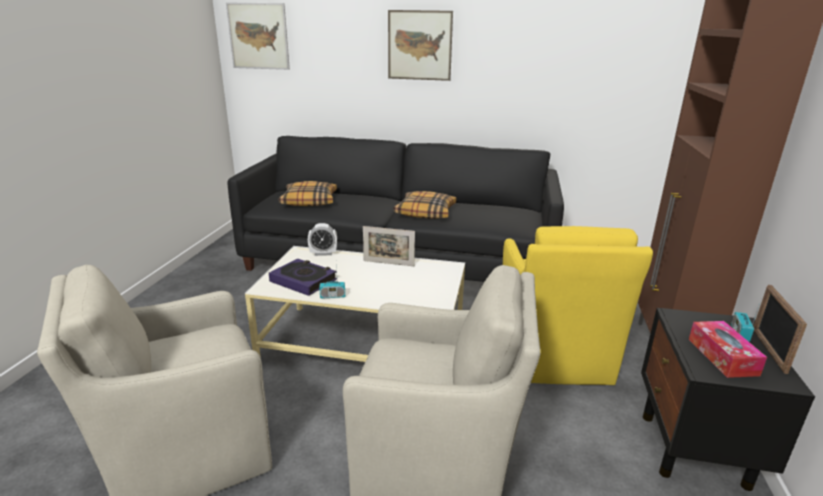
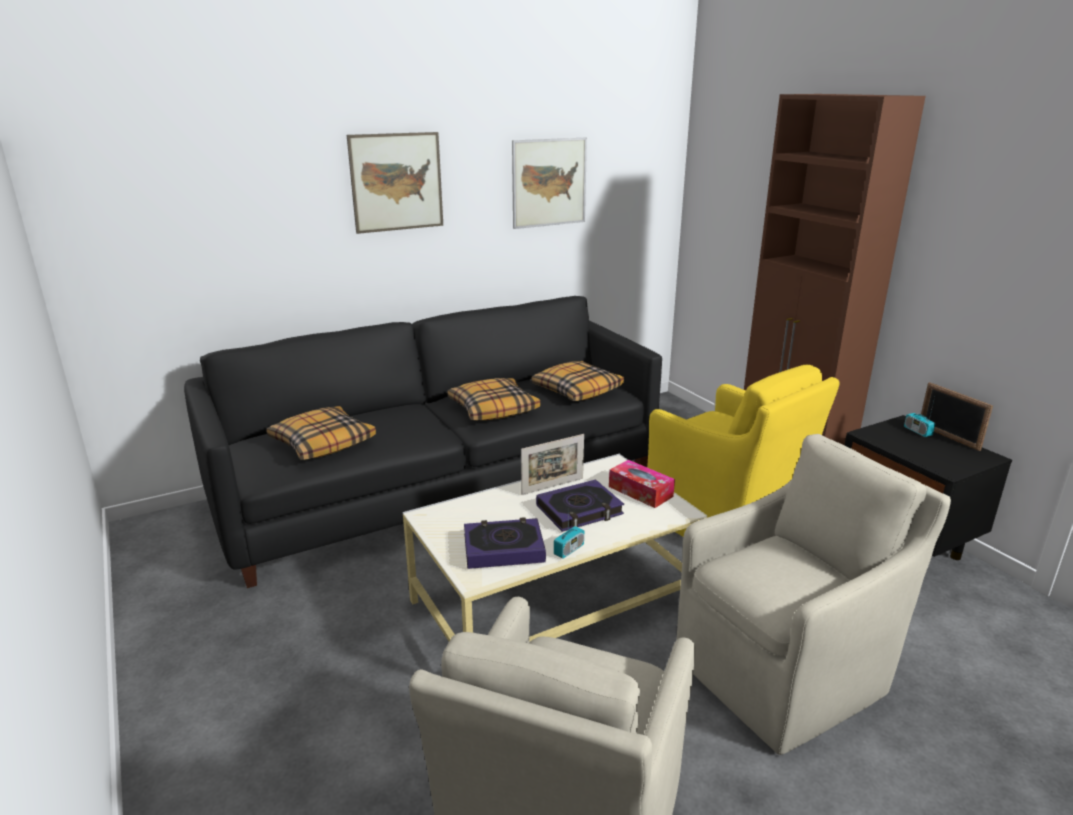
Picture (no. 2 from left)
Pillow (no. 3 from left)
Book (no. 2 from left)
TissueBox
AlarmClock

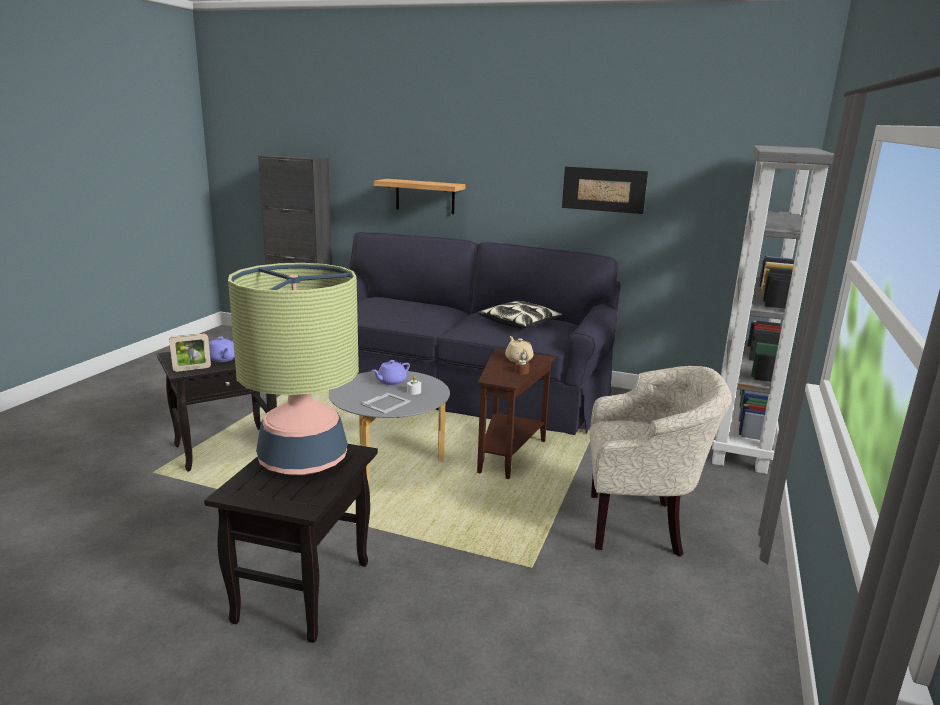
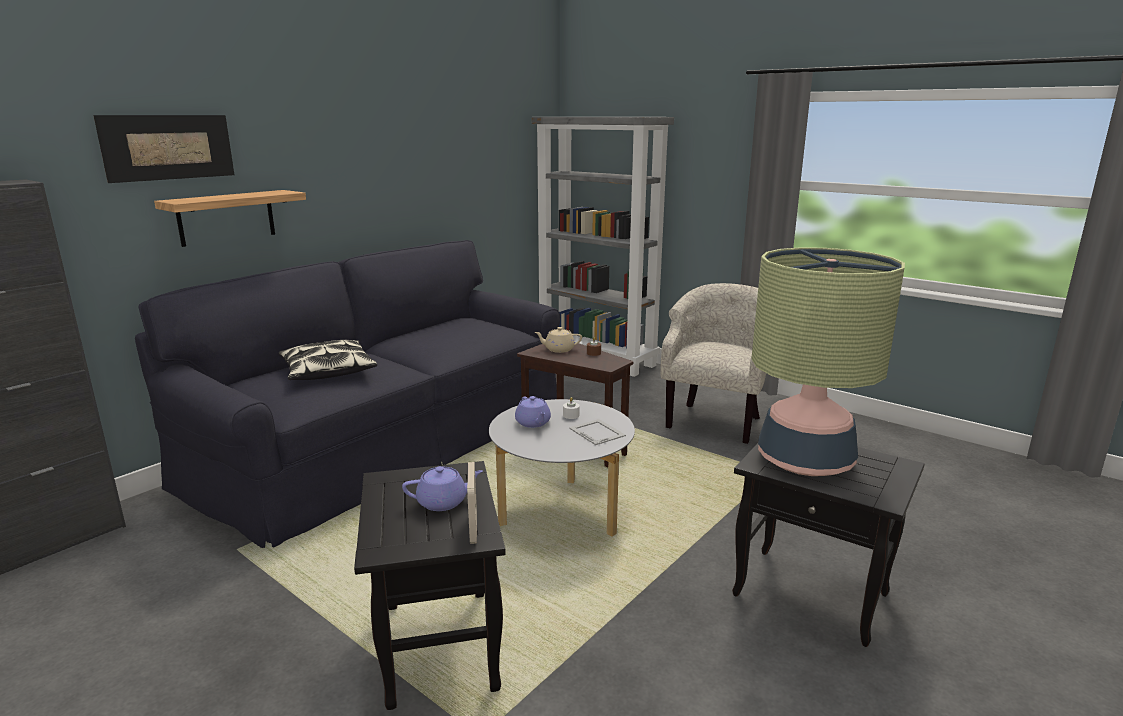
Picture
Pillow

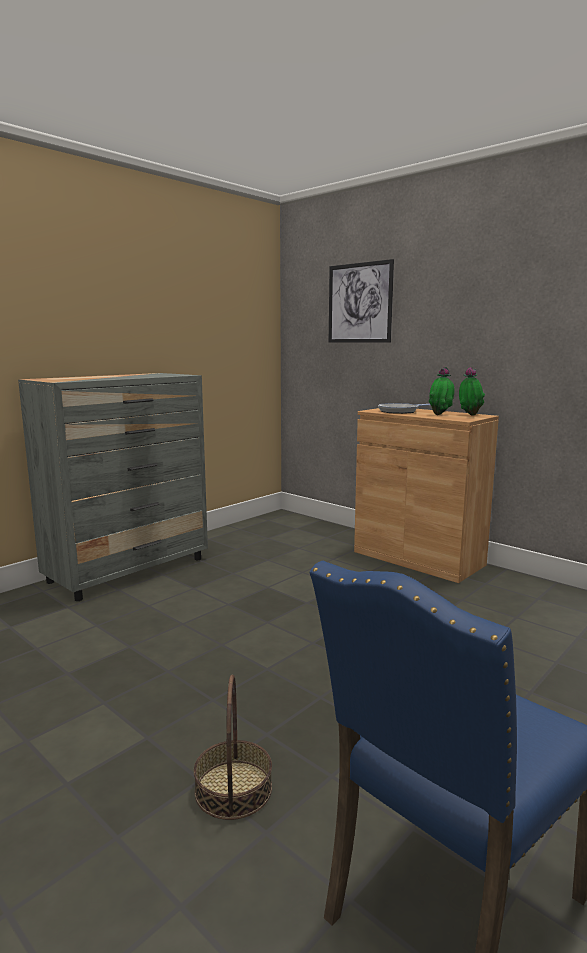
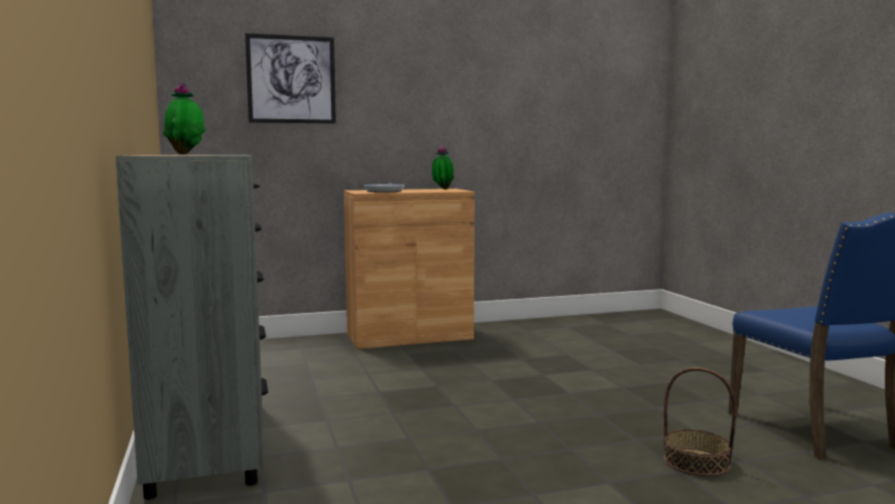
PottedPlant (no. 1 from left)

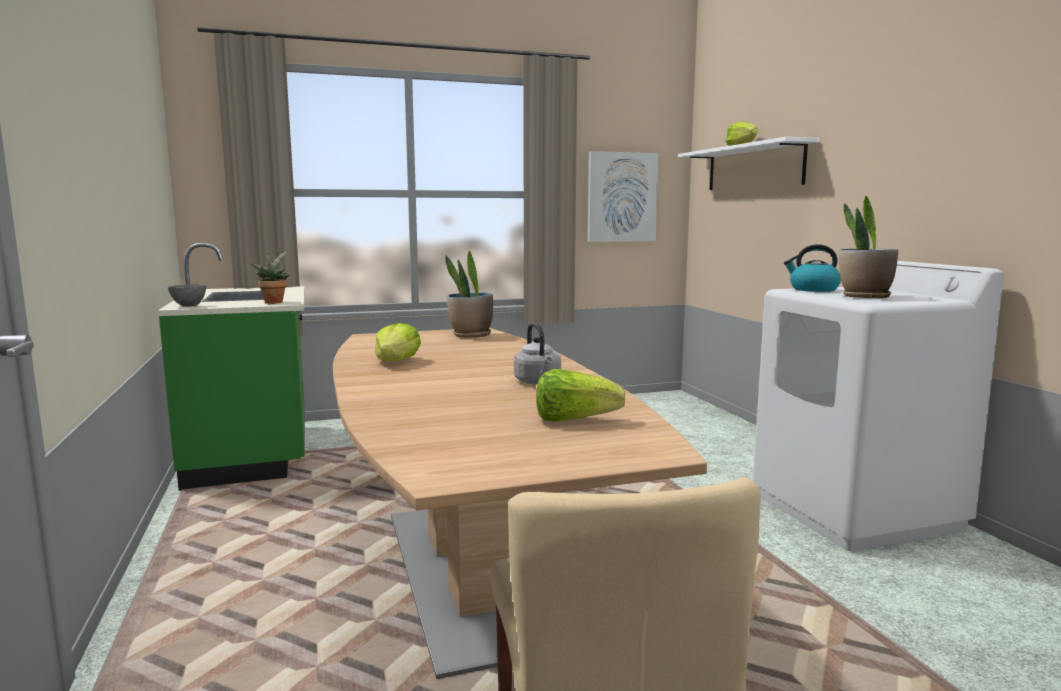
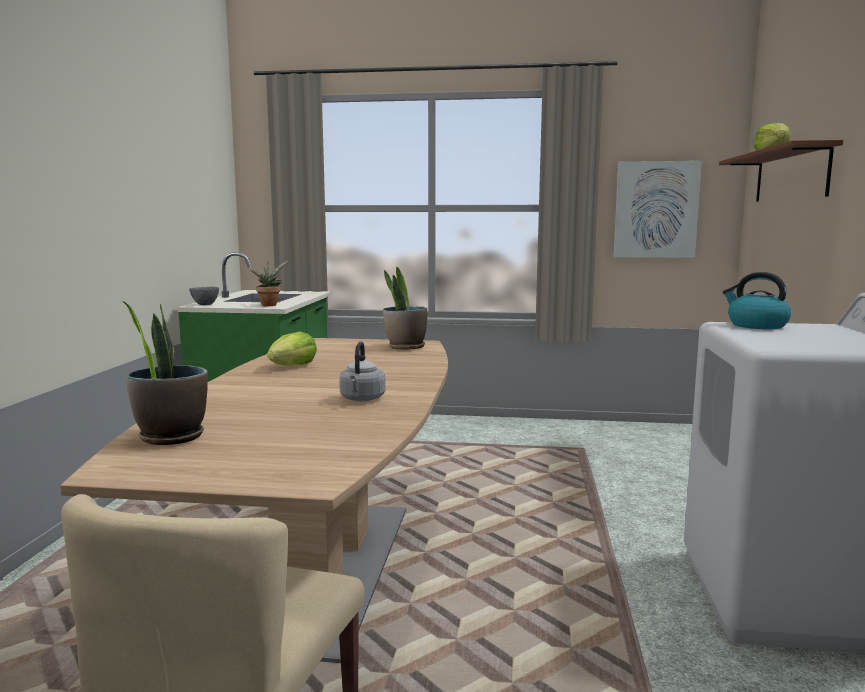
PottedPlant (no. 1 from left)
BrownShelf
Lettuce (no. 2 from left in the first image)

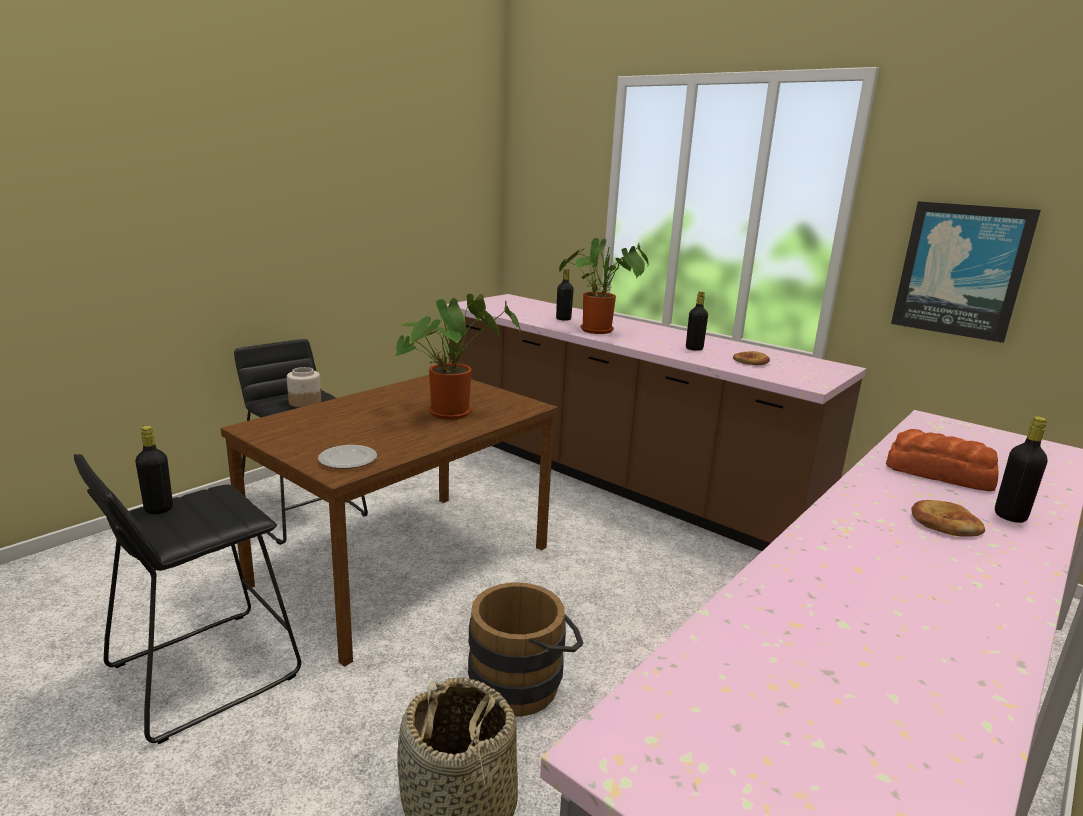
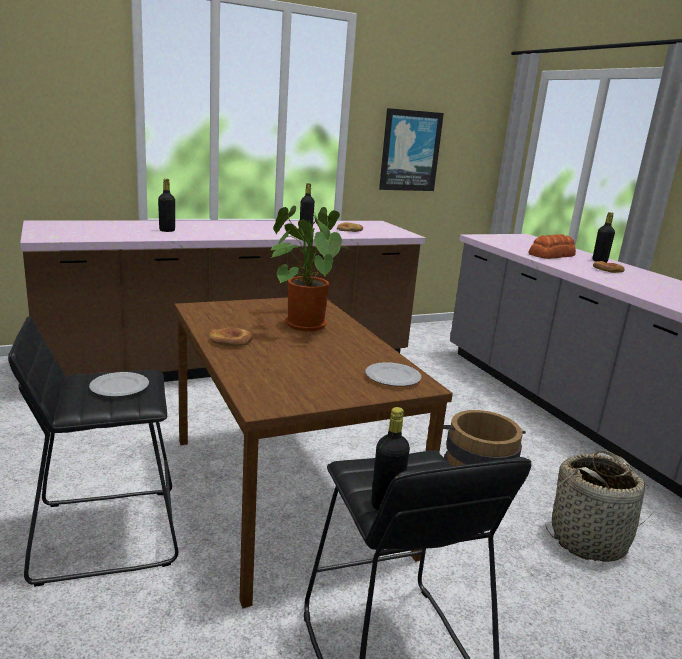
Plate (no. 1 from left)
Bread (no. 1 from left)
PottedPlant (no. 2 from left in the first image)

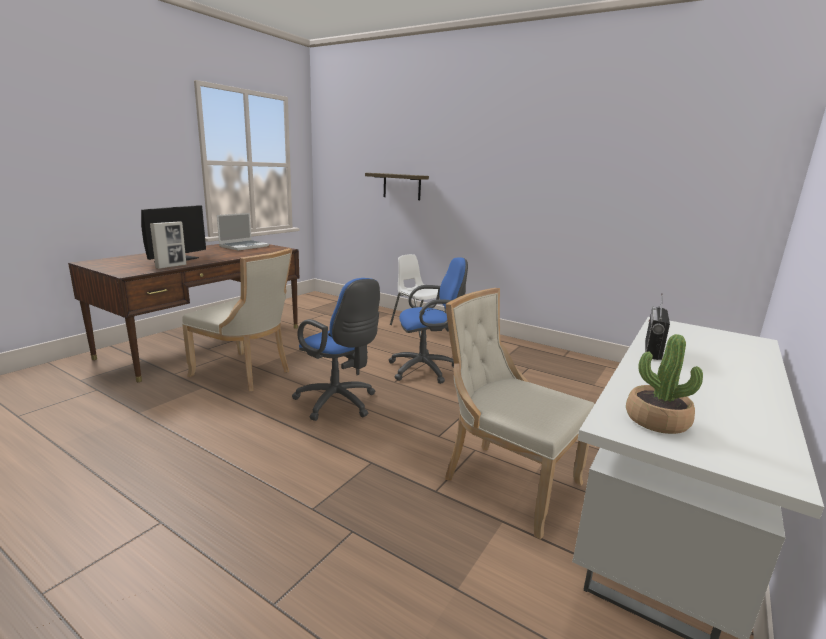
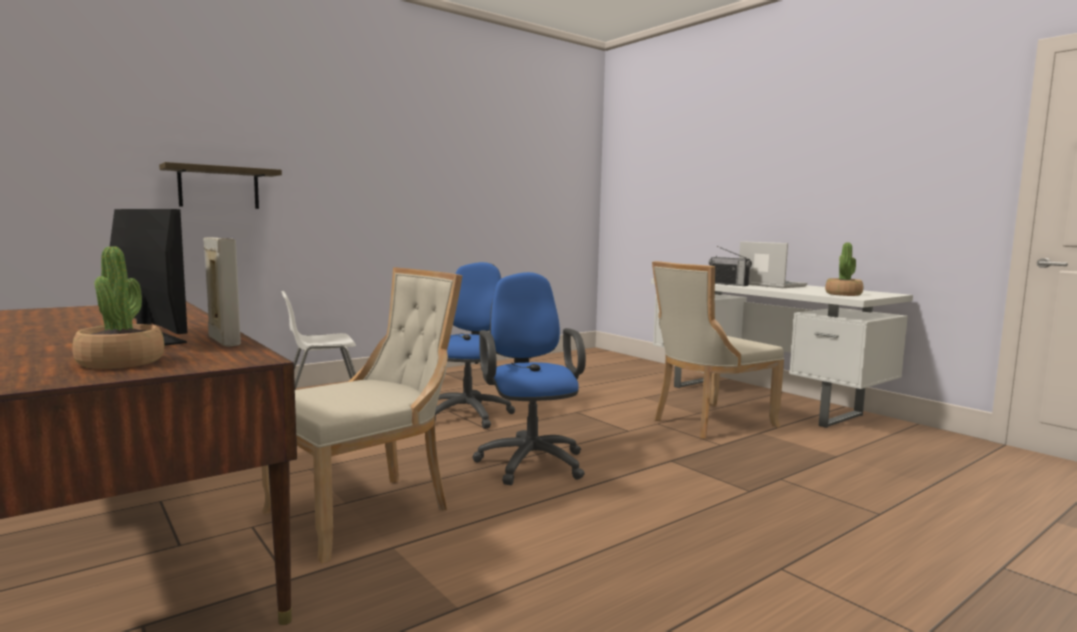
PottedPlant (no. 1 from left)
BlueOfficeChair (no. 2 from left)
Laptop

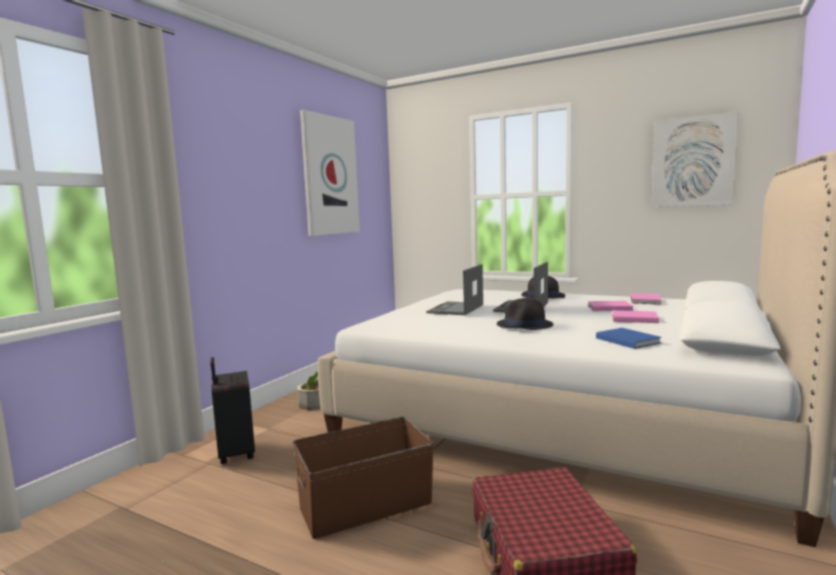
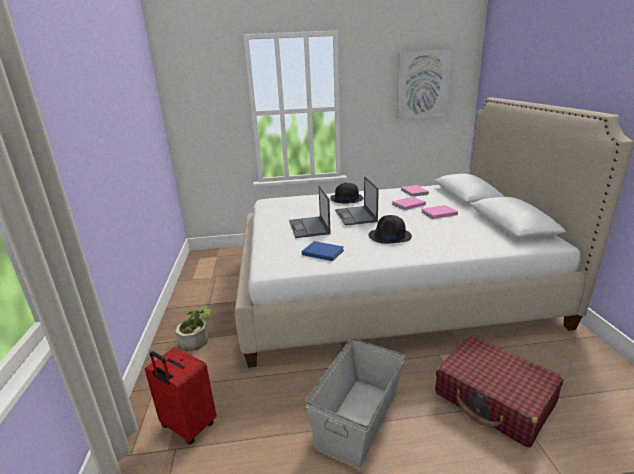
RedSuitcase (no. 1 from left)
BlueBook
GreyStorageBox
Picture (no. 1 from left in the first image)

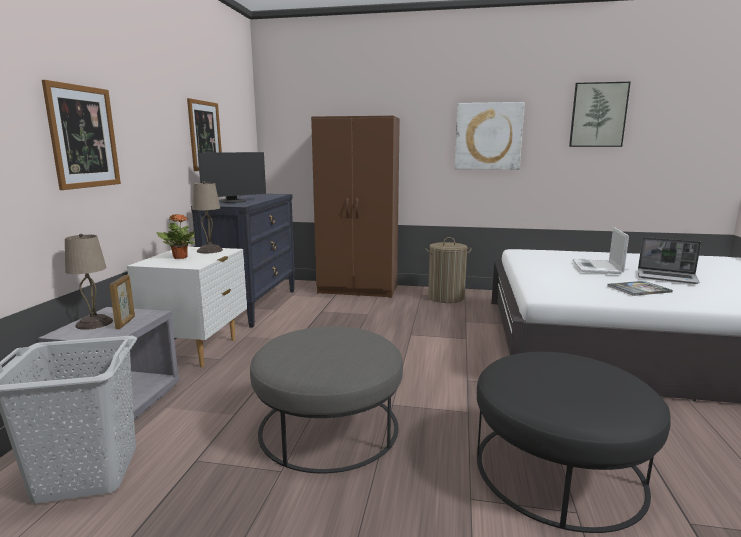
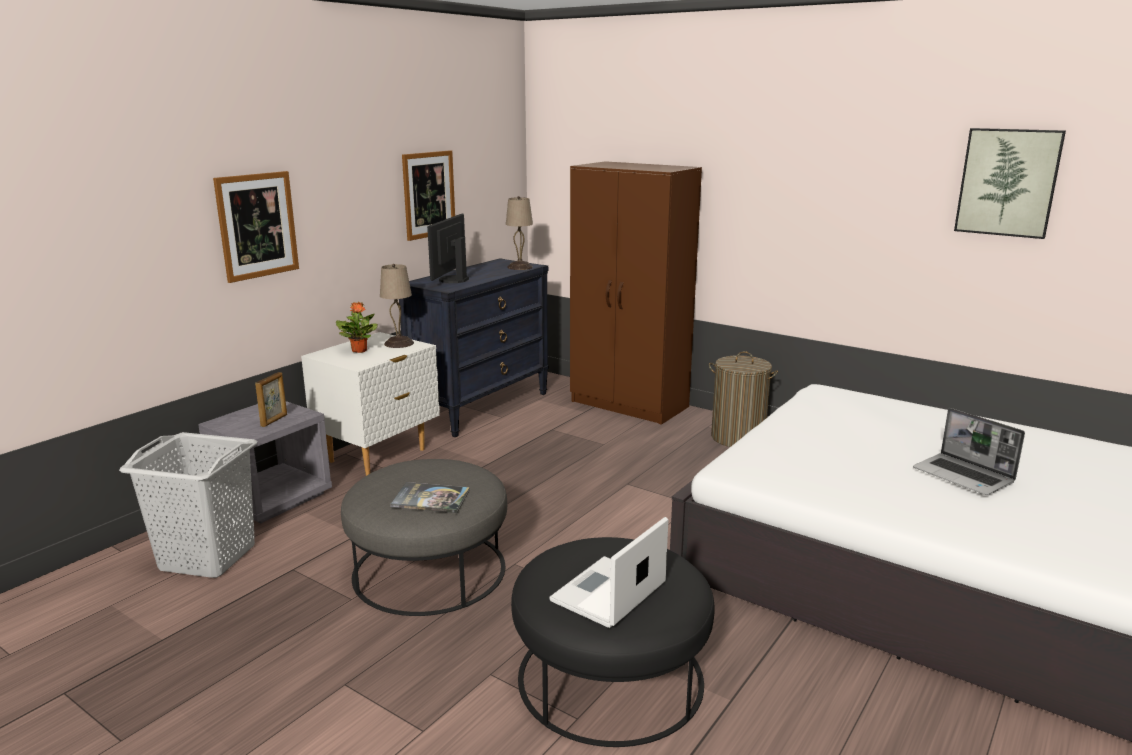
Book
Monitor
BeigeTableLamp (no. 2 from left)
Laptop (no. 1 from left)
Picture (no. 3 from left in the first image)

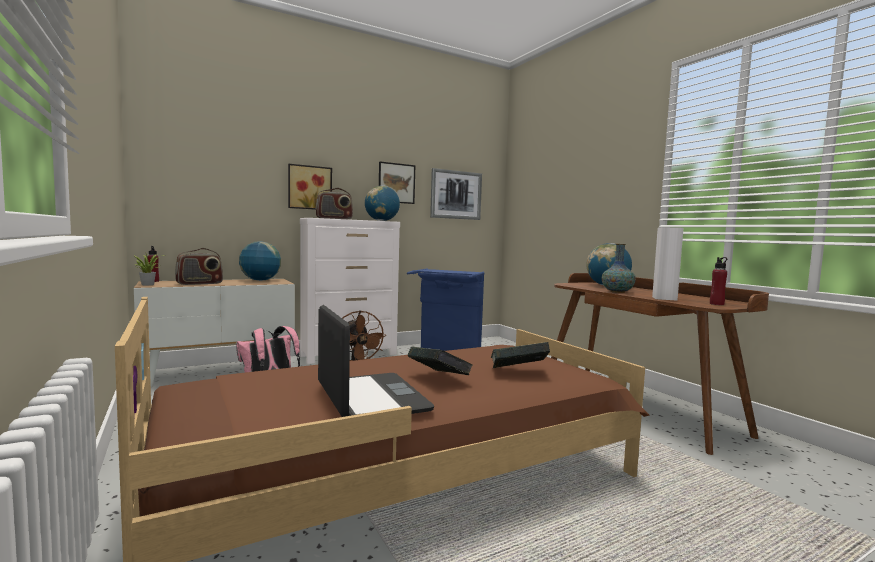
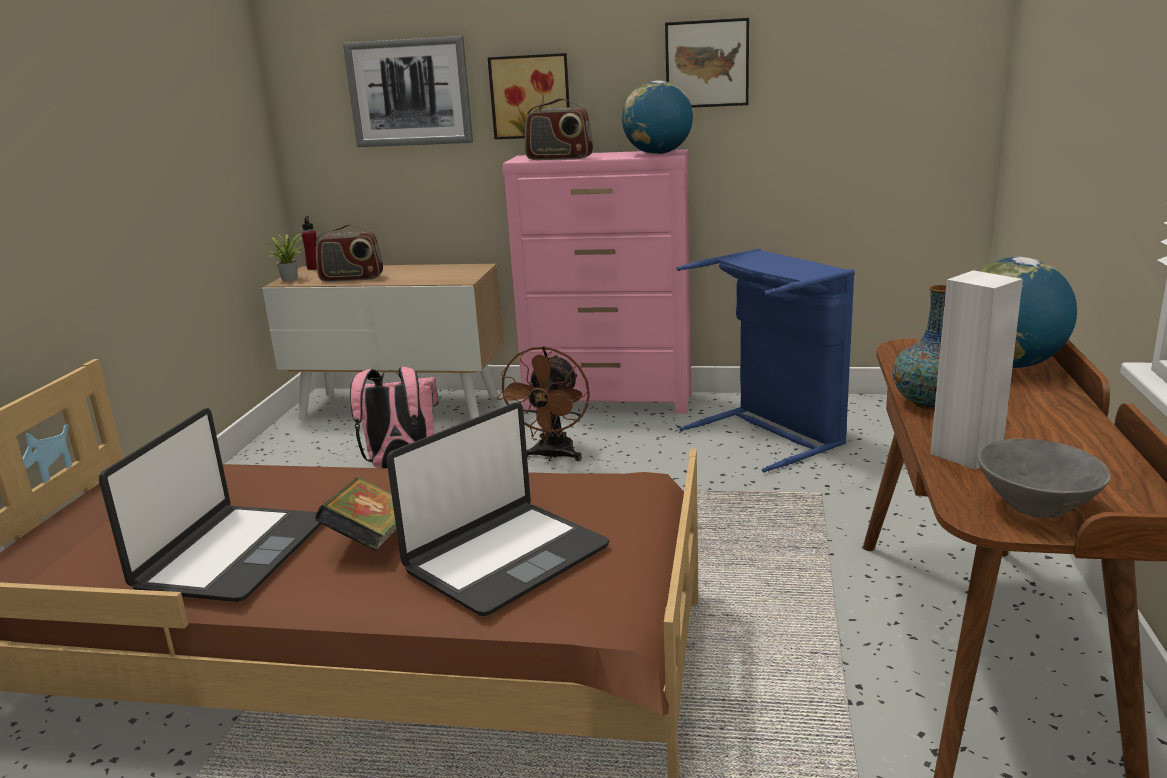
Picture (no. 1 from left)
Laptop (no. 2 from left)
PinkDresser
GreyBowl
Globe (no. 1 from left in the first image)

